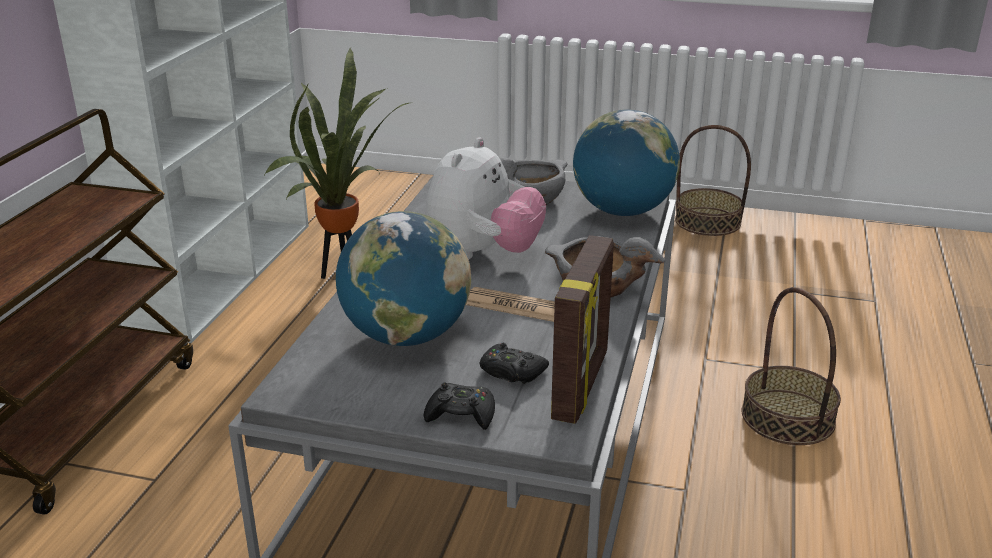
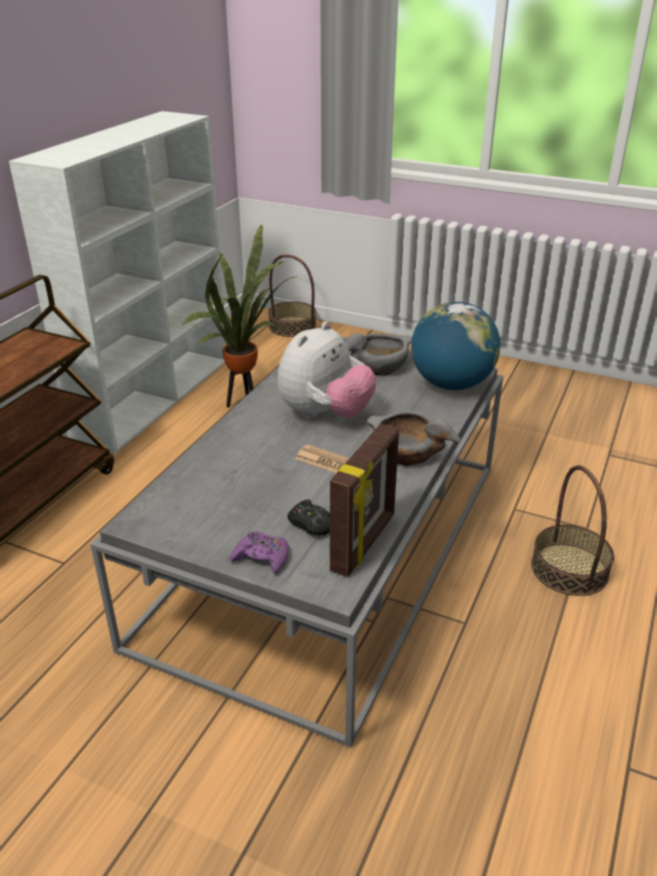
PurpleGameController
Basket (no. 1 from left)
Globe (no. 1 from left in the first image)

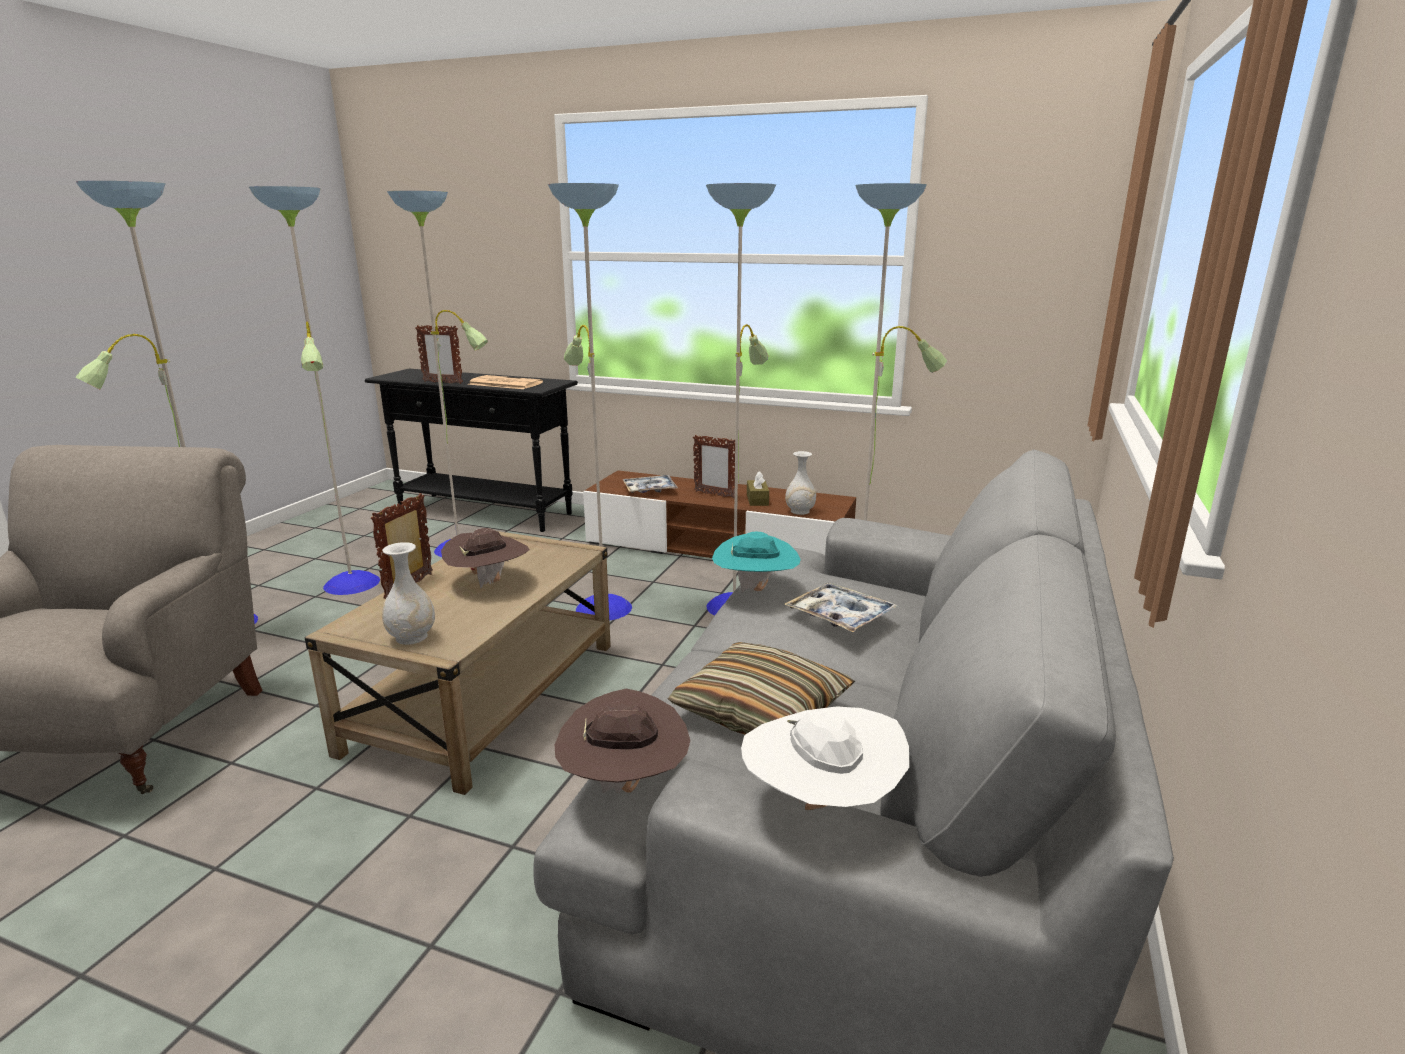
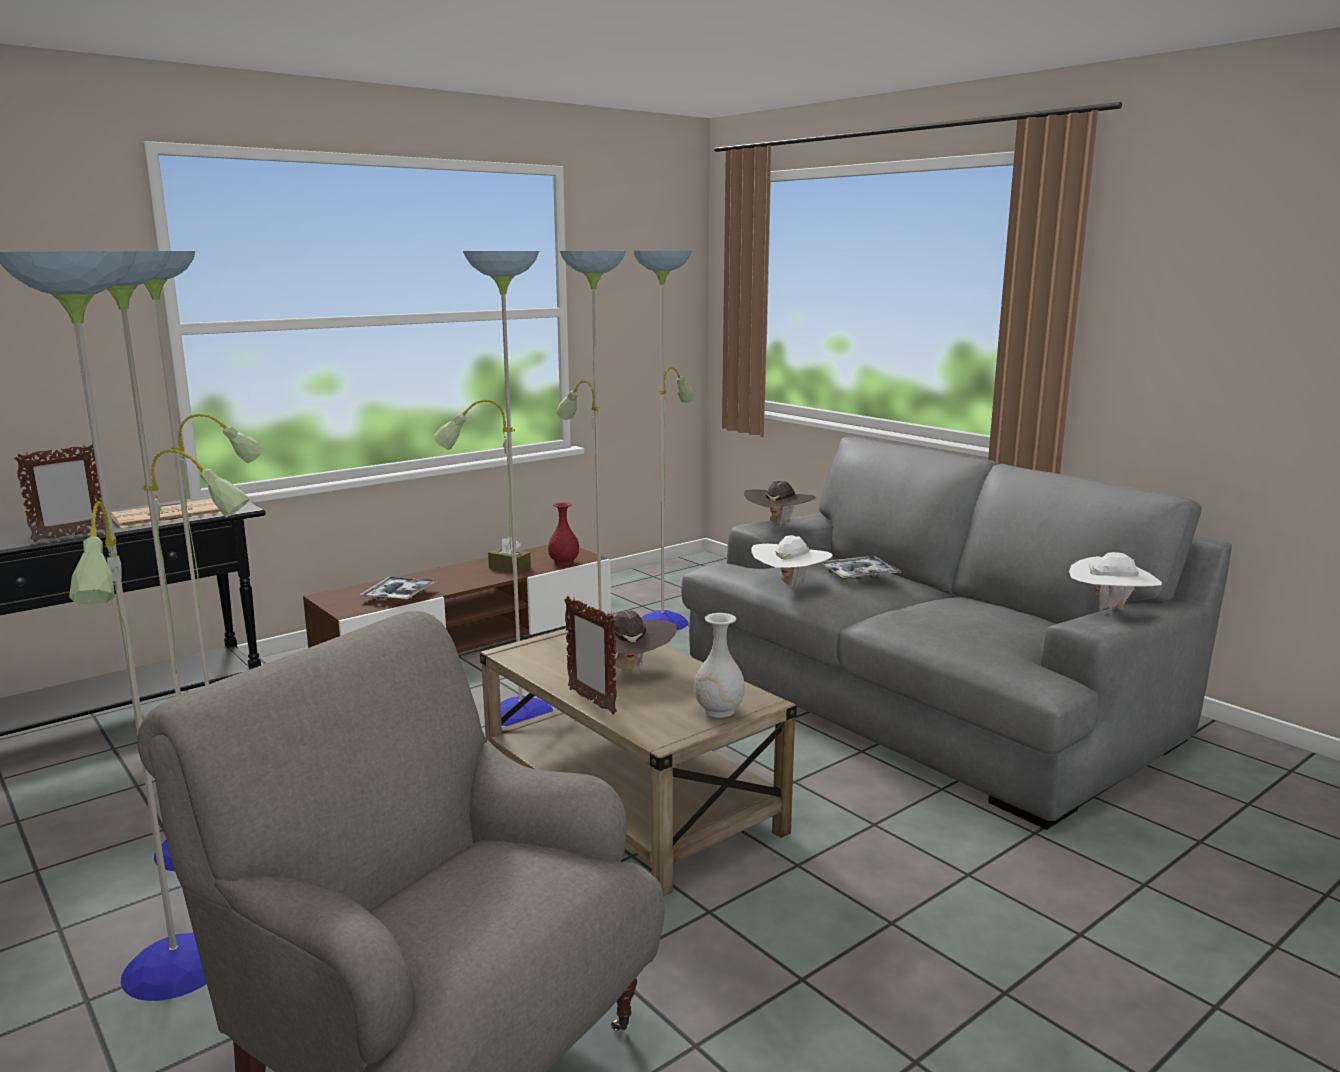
RedVase
BrownHat (no. 2 from left)
WhiteHat (no. 1 from left)
Pillow
PictureFrame (no. 3 from left in the first image)

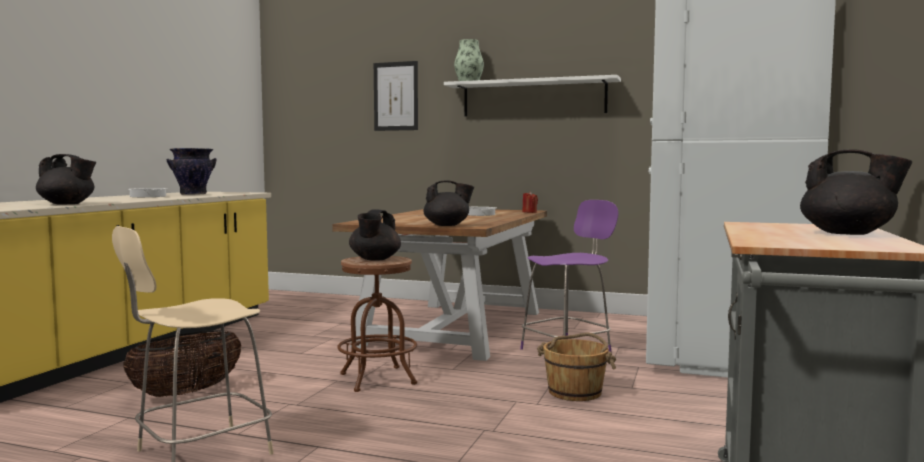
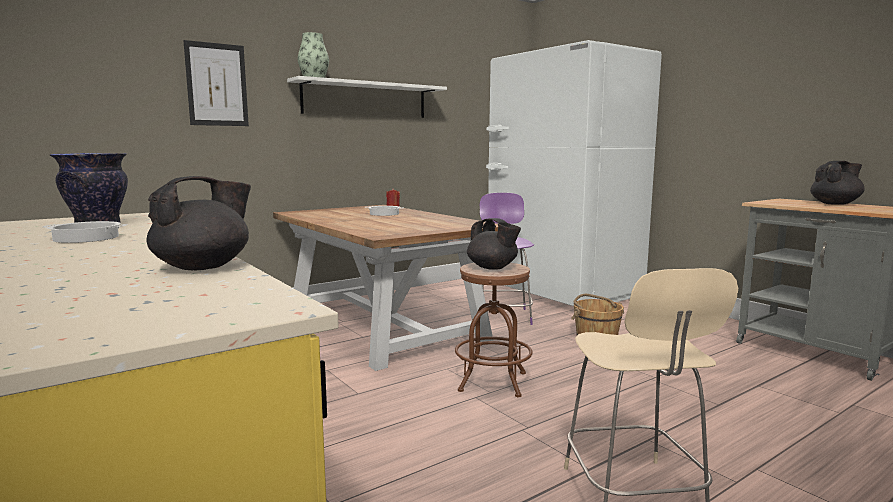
Basket
BlackTeapot (no. 3 from left in the first image)

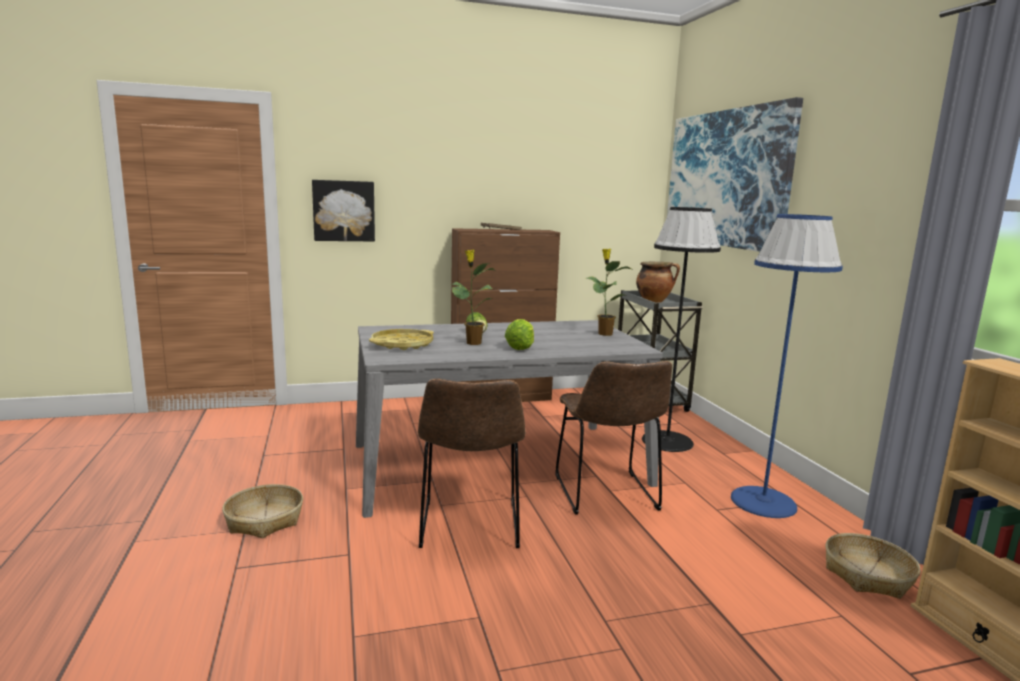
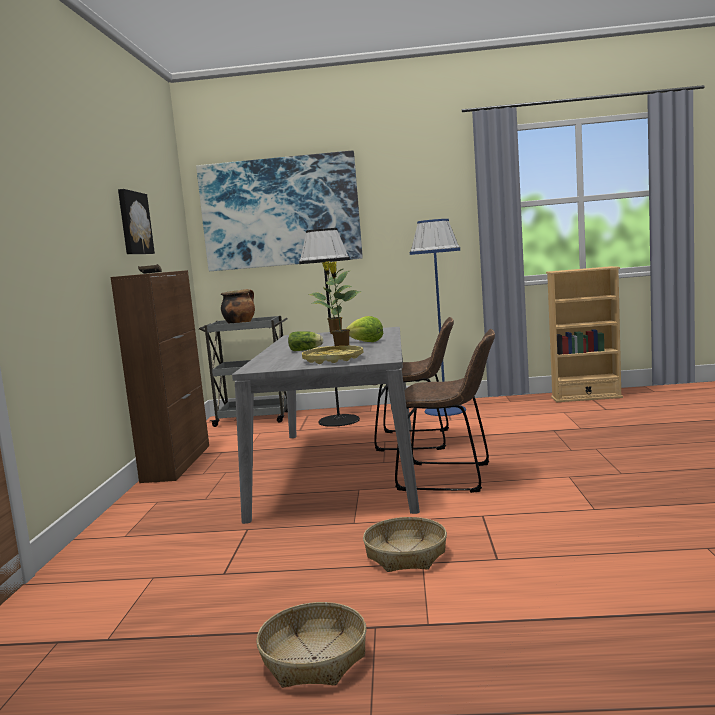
Picture (no. 1 from left)
Basket (no. 1 from left)

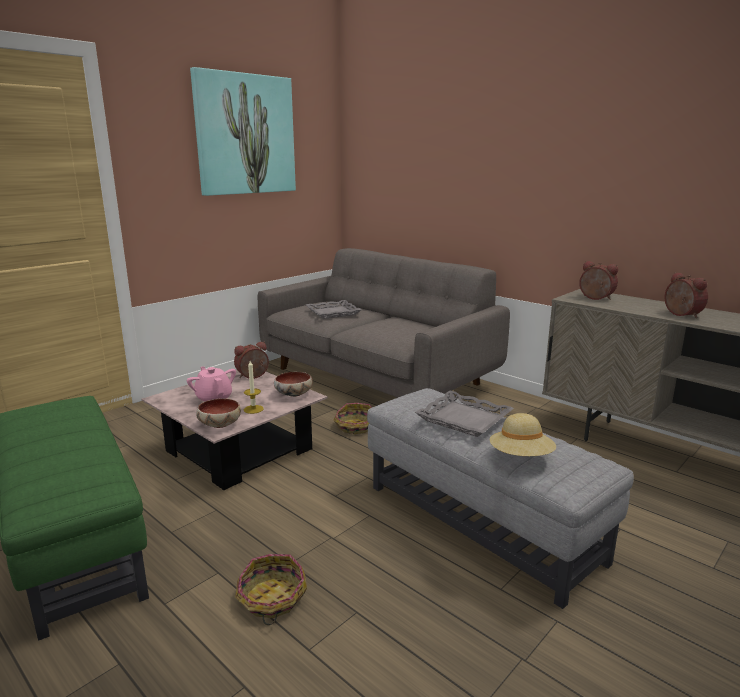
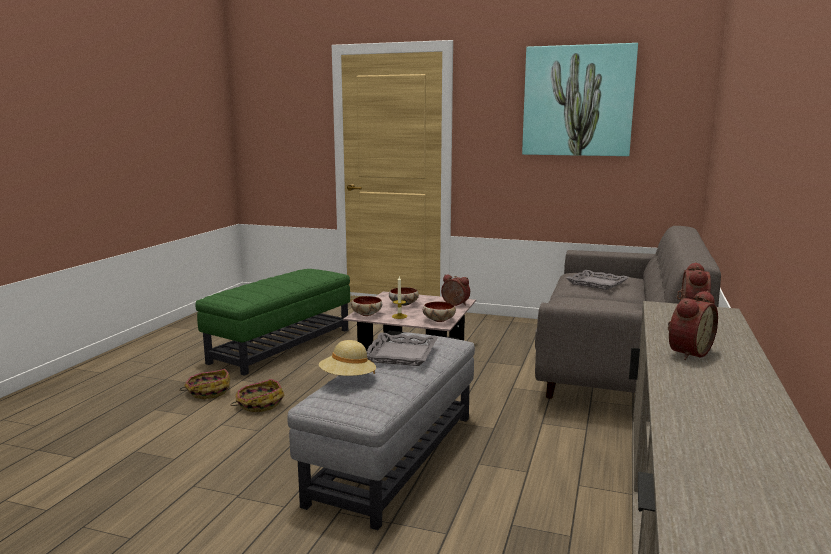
Basket (no. 1 from left)
Bowl (no. 2 from left)

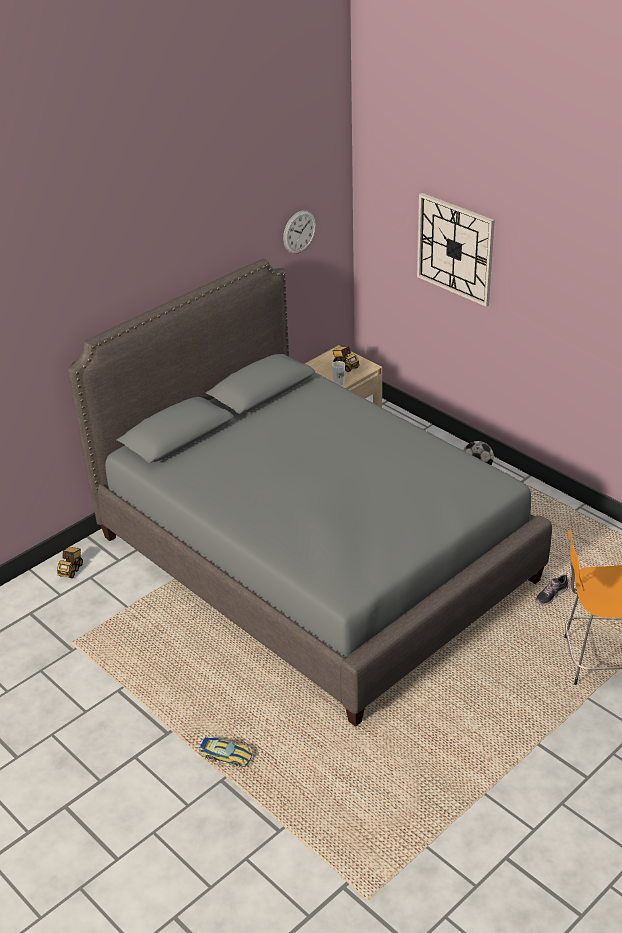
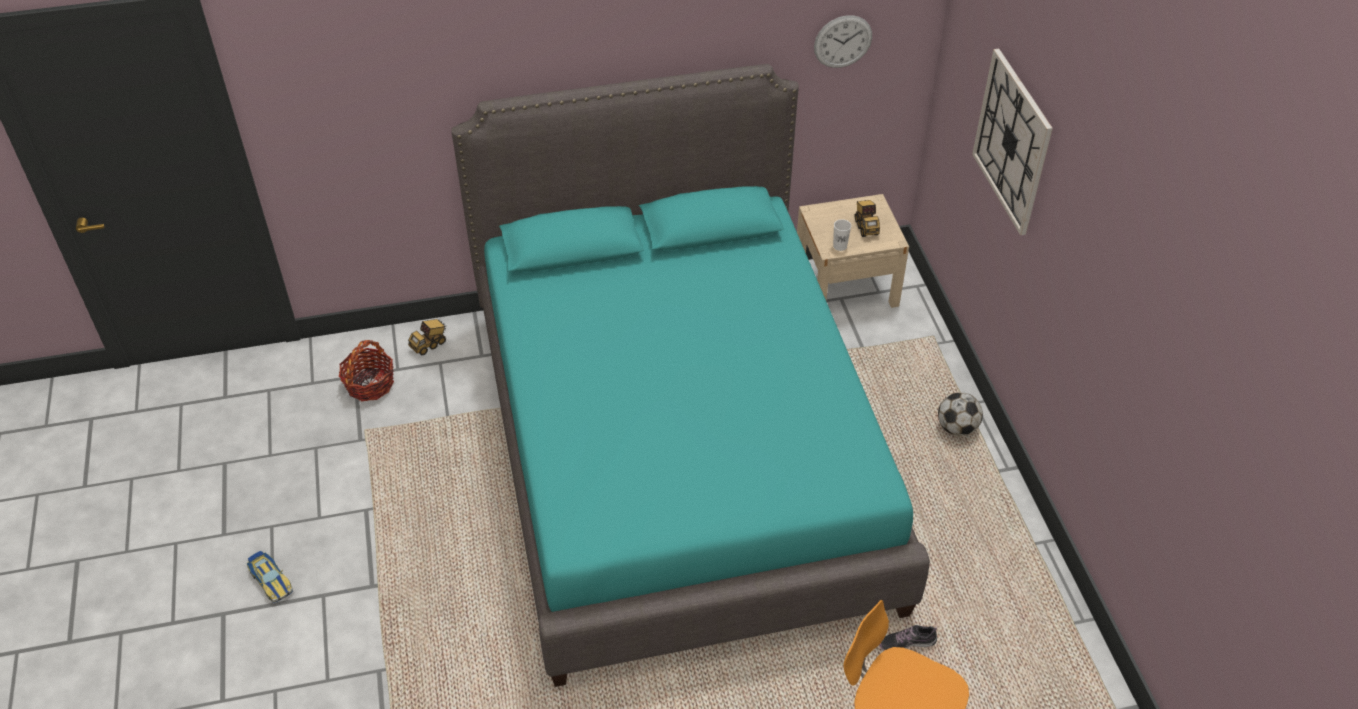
ToyCar
Basket
TurquoiseBed

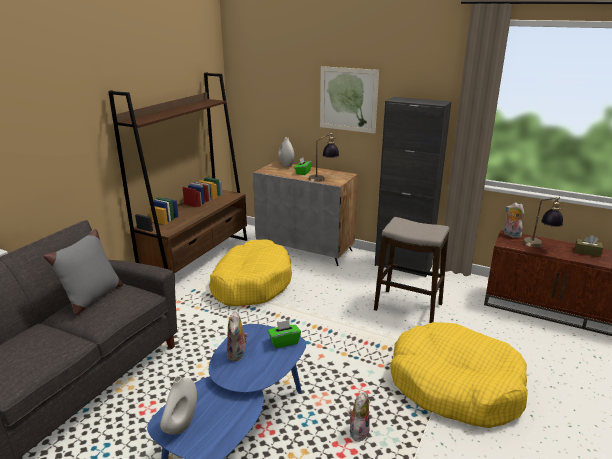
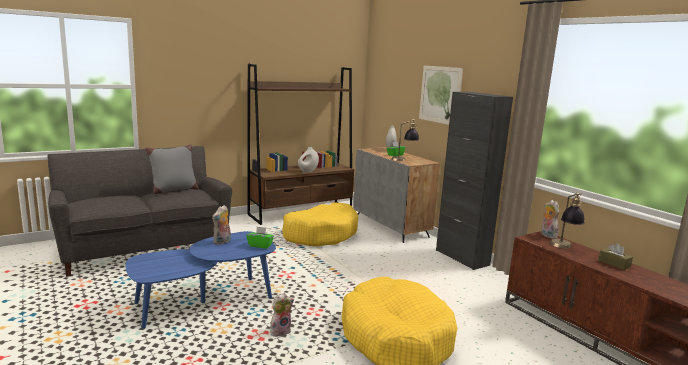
WhiteVase (no. 1 from left)
Stool

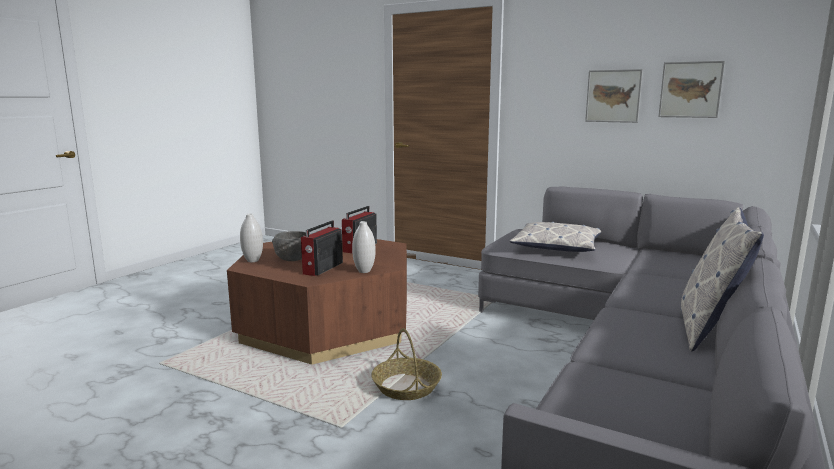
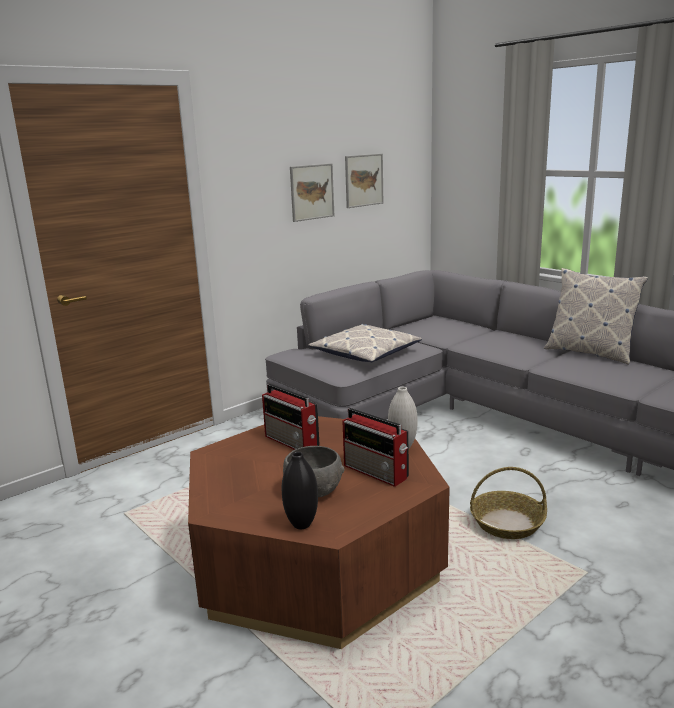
BlackVase

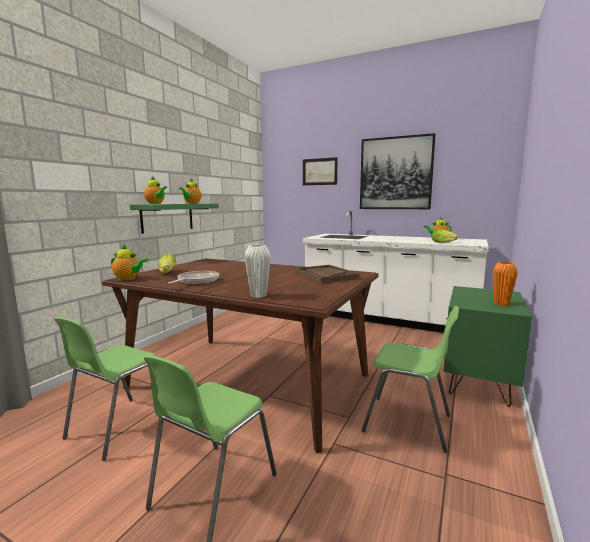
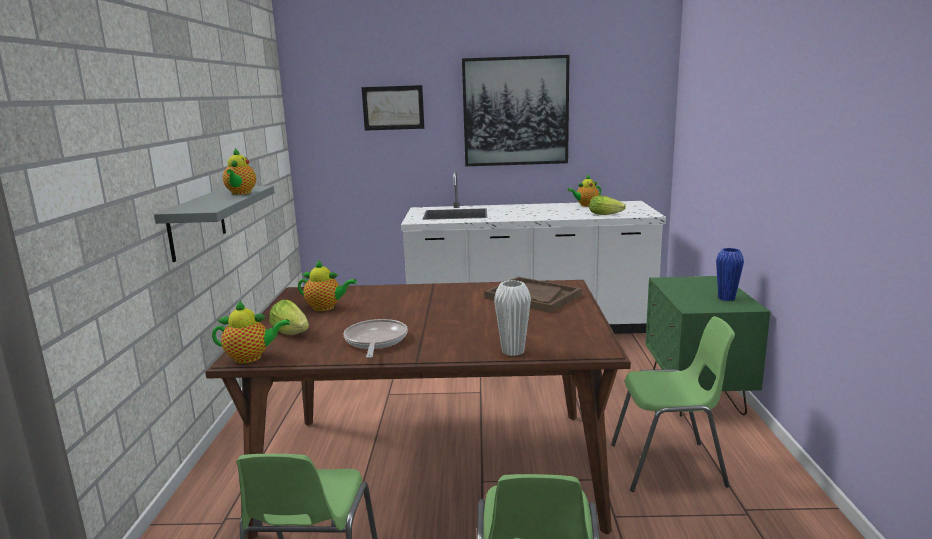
GreyShelf
Teapot (no. 3 from left)
BlueVase

